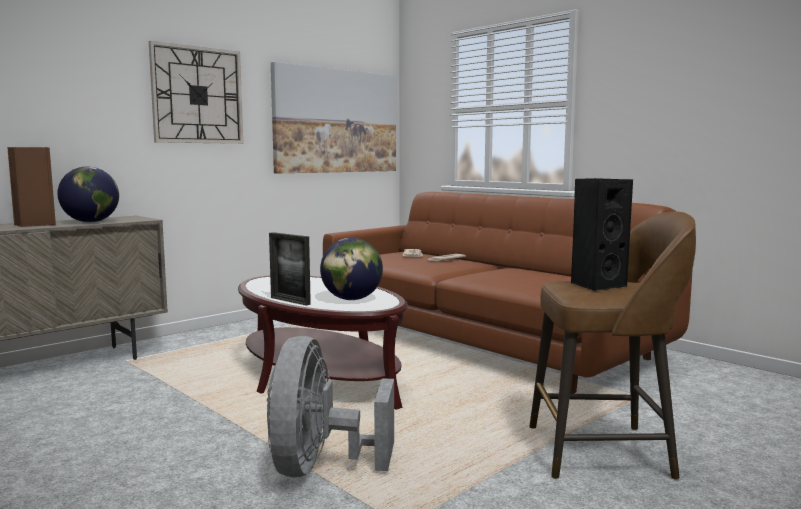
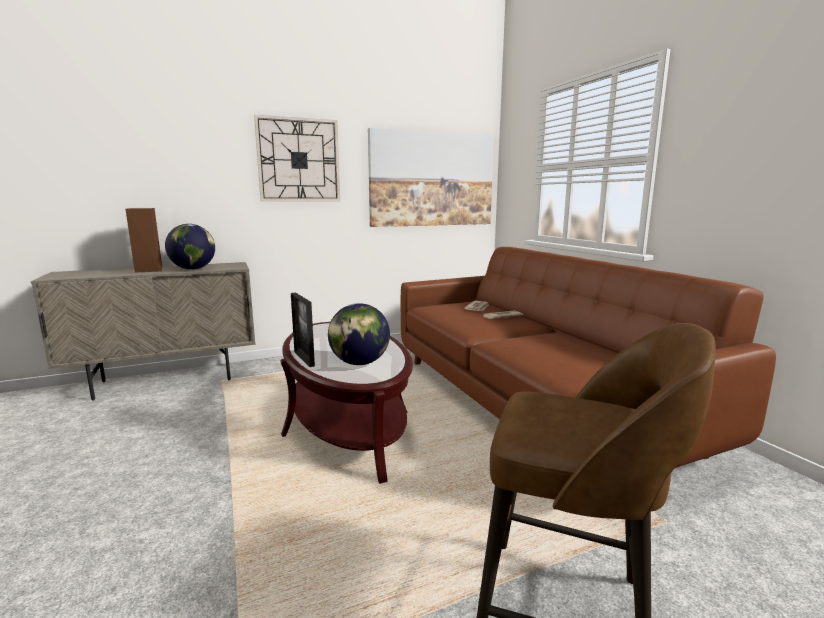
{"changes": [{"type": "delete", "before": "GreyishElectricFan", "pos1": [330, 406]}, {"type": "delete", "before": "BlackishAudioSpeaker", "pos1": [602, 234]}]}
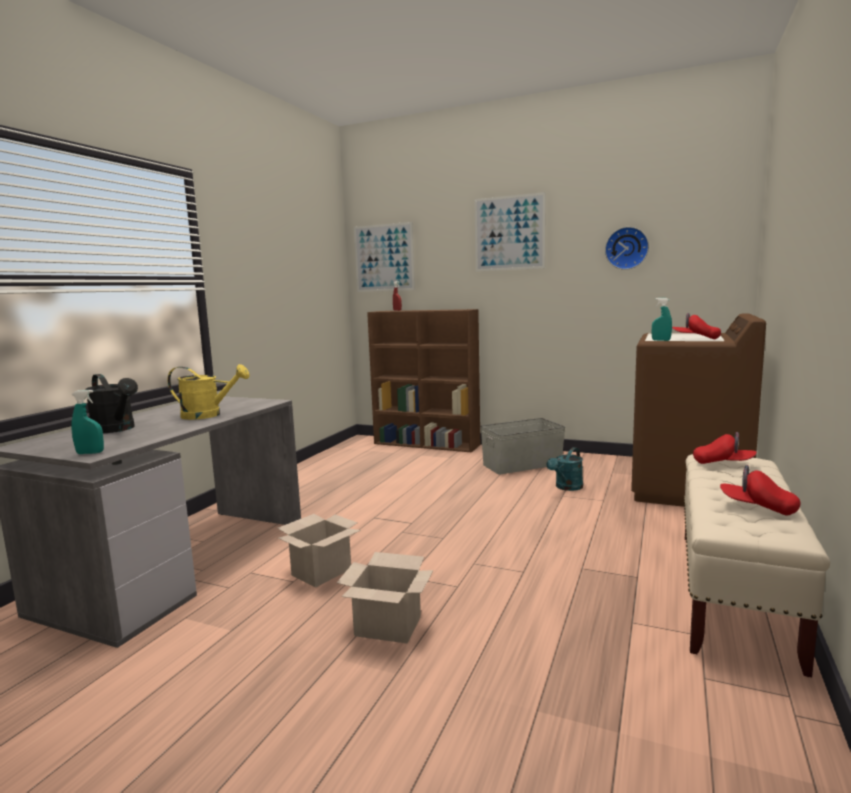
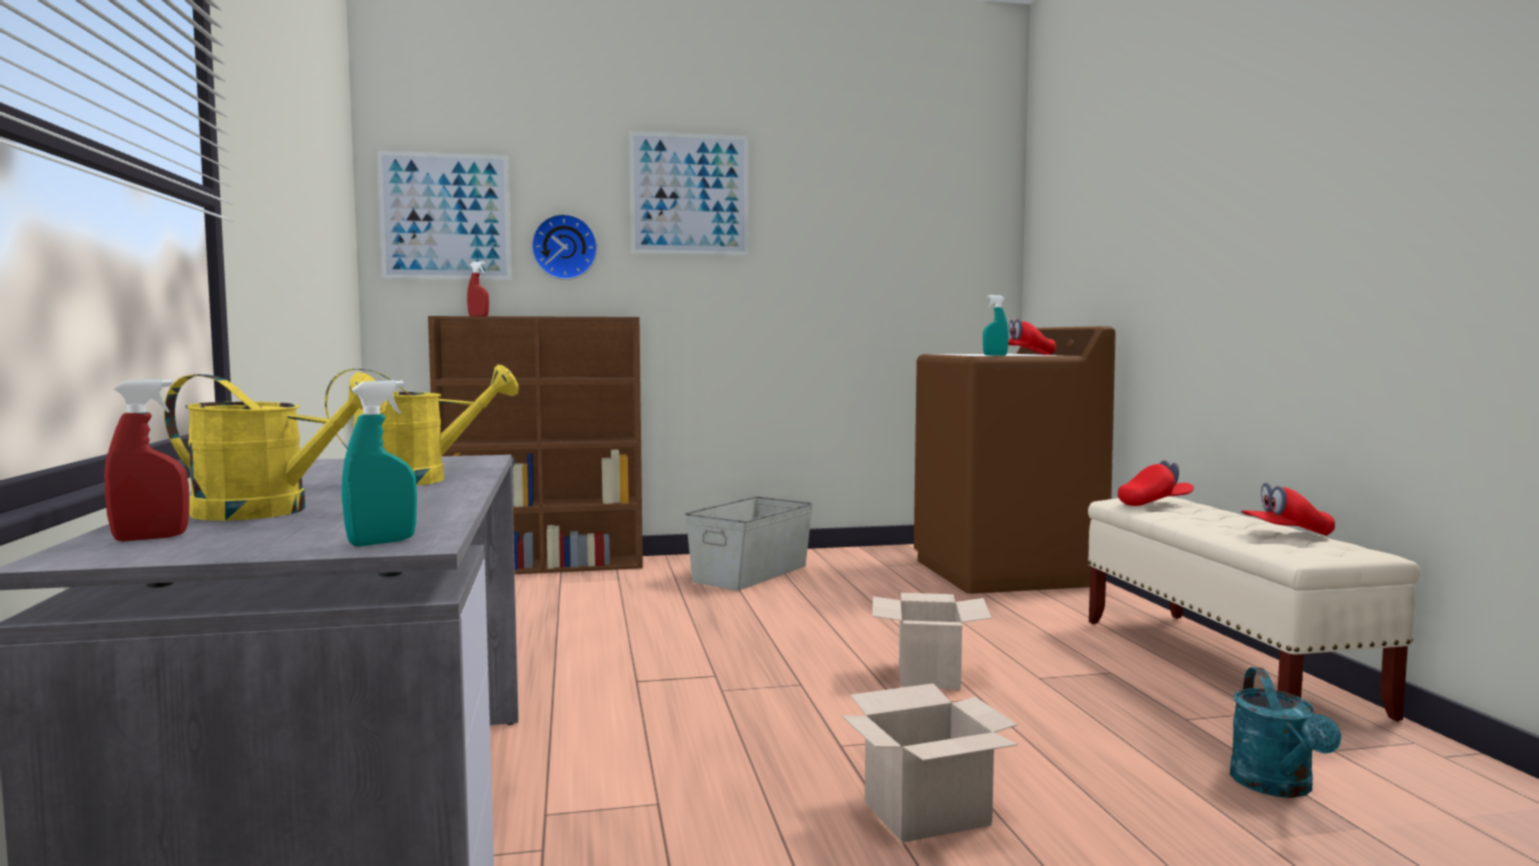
{"changes": [{"type": "recolor", "before": "BlackishWateringCan", "after": "YellowColouredWateringCan", "pos1": [111, 403], "pos2": [275, 446]}, {"type": "move", "before": "CardboardBox", "pos1": [319, 551], "pos2": [931, 641]}, {"type": "move", "before": "TurquoiseColouredWateringCan", "pos1": [565, 469], "pos2": [1285, 732]}, {"type": "move", "before": "ClockOnTheWall", "pos1": [627, 248], "pos2": [564, 247]}, {"type": "insert", "after": "RedSprayBottle", "pos2": [146, 460]}]}
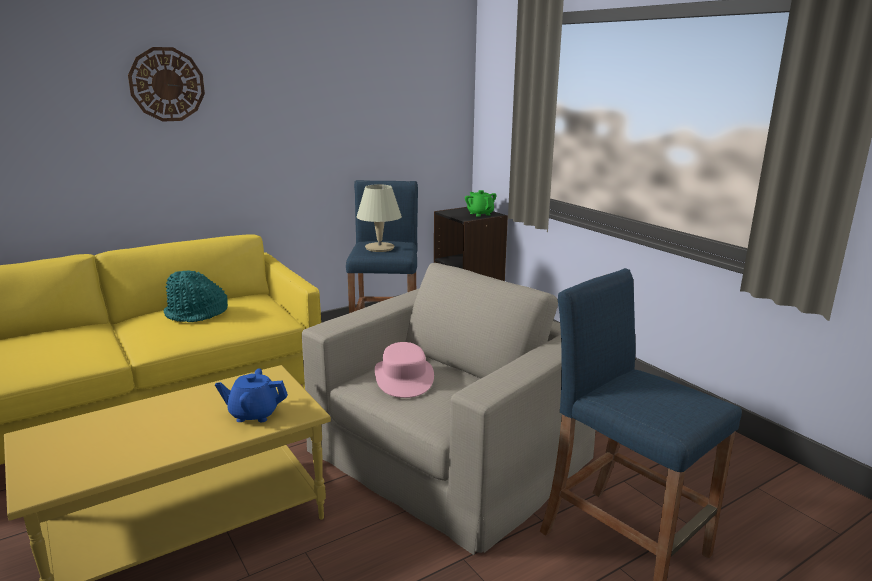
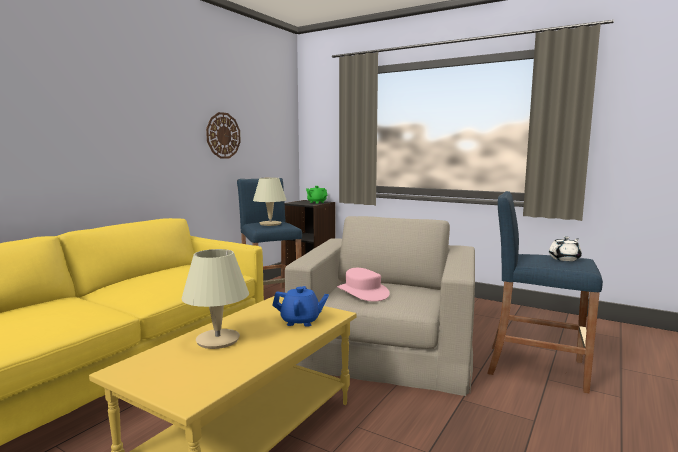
{"changes": [{"type": "move", "before": "ClockOnTheWall", "pos1": [166, 84], "pos2": [223, 135]}, {"type": "delete", "before": "TurquoiseColouredHat", "pos1": [196, 296]}, {"type": "rotate", "before": "BlueColouredPotForTea", "pos1": [251, 395], "pos2": [300, 306], "turn": -150}, {"type": "insert", "after": "BeigeColouredTabletopLamp", "pos2": [215, 299]}, {"type": "insert", "after": "WhitePotForTea", "pos2": [565, 248]}]}
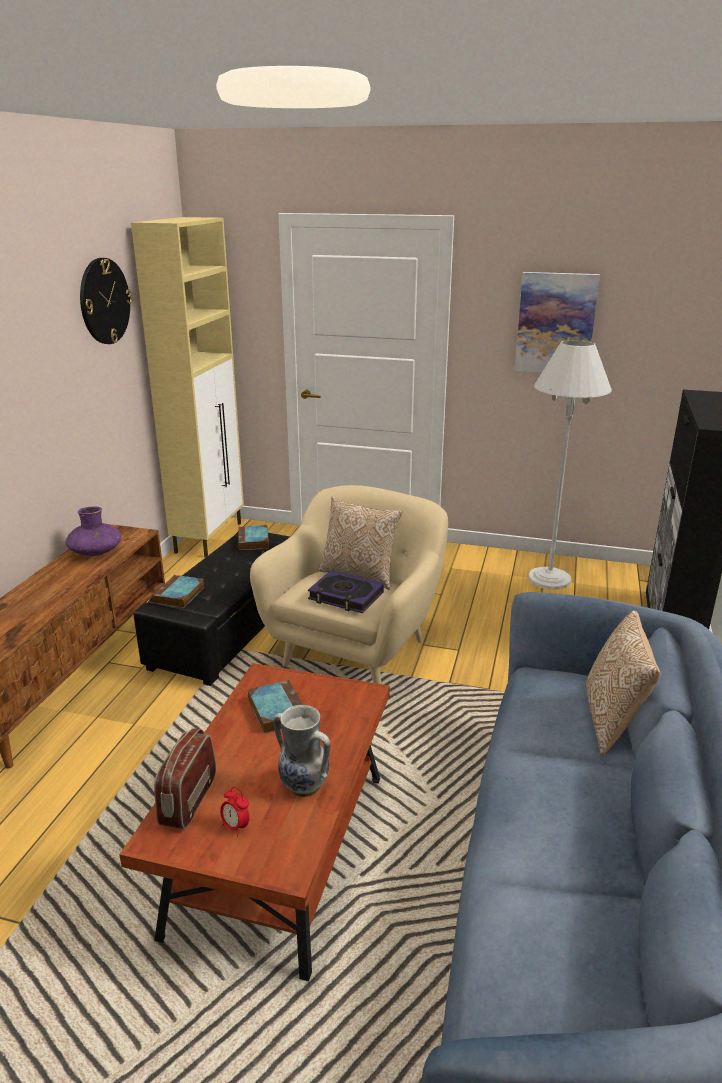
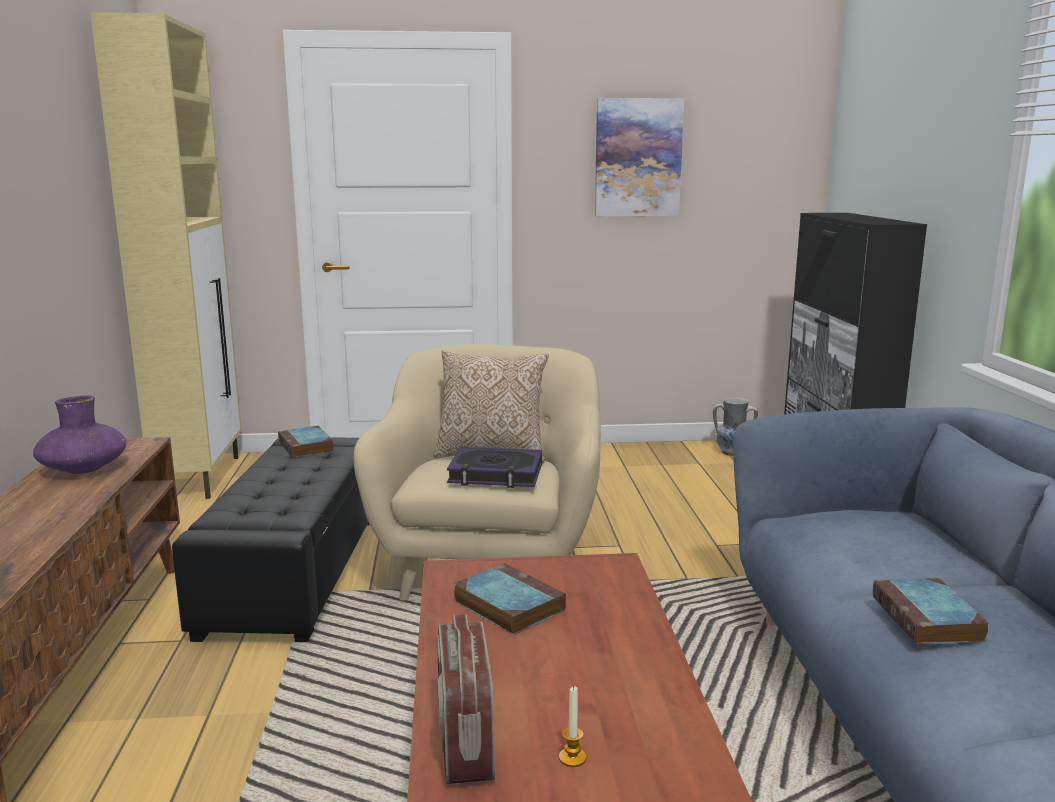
{"changes": [{"type": "delete", "before": "ClockOnTheWall", "pos1": [106, 301]}, {"type": "move", "before": "Volume", "pos1": [178, 591], "pos2": [931, 611]}, {"type": "replace", "before": "BedsideClock", "after": "Candle", "pos1": [235, 812], "pos2": [573, 726]}, {"type": "move", "before": "DecorativeVase", "pos1": [302, 751], "pos2": [735, 426]}, {"type": "delete", "before": "WhiteStandardLamp", "pos1": [570, 464]}, {"type": "delete", "before": "Pillow", "pos1": [623, 683]}]}
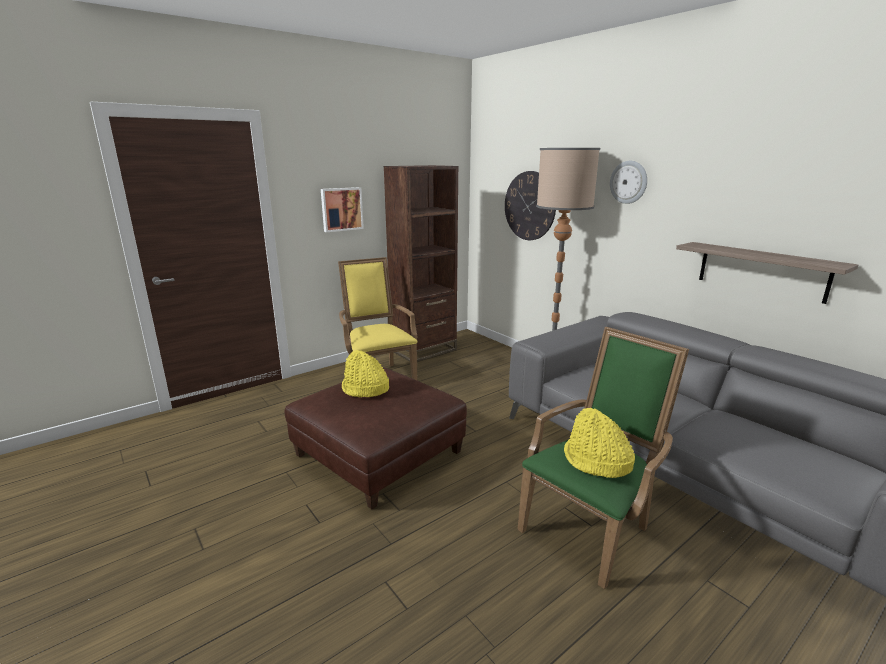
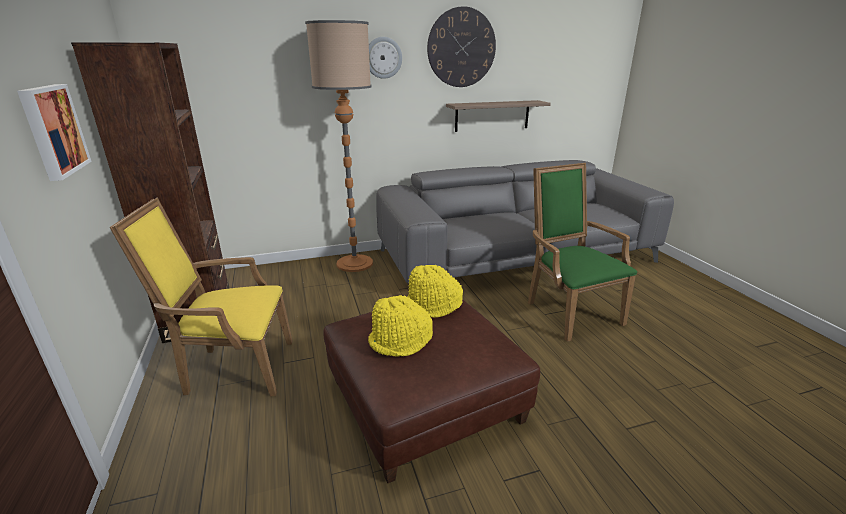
{"changes": [{"type": "move", "before": "ClockOnTheWall", "pos1": [530, 205], "pos2": [461, 46]}, {"type": "move", "before": "YellowColouredHat", "pos1": [599, 443], "pos2": [435, 291]}]}
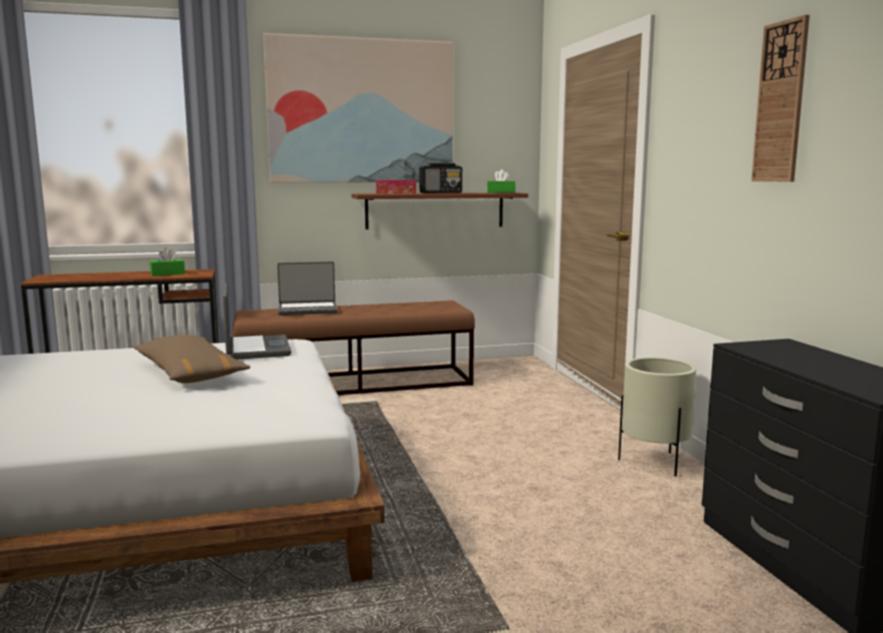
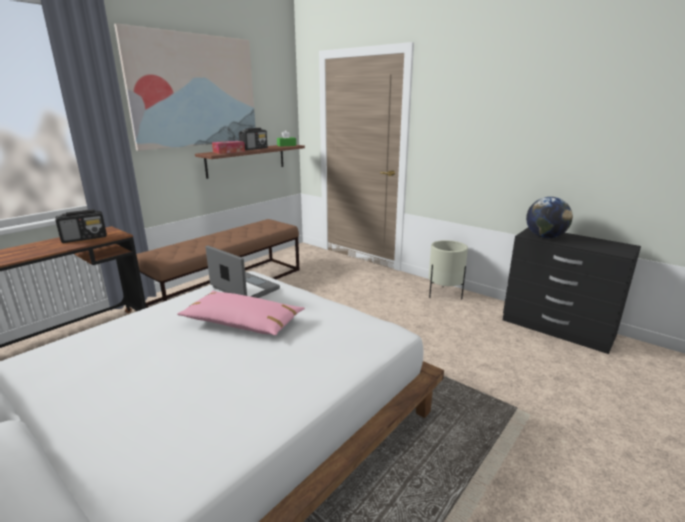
{"changes": [{"type": "recolor", "before": "BrownishPillow", "after": "PinkColouredPillow", "pos1": [192, 359], "pos2": [241, 313]}, {"type": "replace", "before": "GreenishTissueHolder", "after": "RadioSet", "pos1": [167, 262], "pos2": [81, 226]}, {"type": "delete", "before": "Laptop", "pos1": [307, 288]}, {"type": "delete", "before": "ClockOnTheWall", "pos1": [780, 98]}, {"type": "insert", "after": "Globe", "pos2": [549, 217]}]}
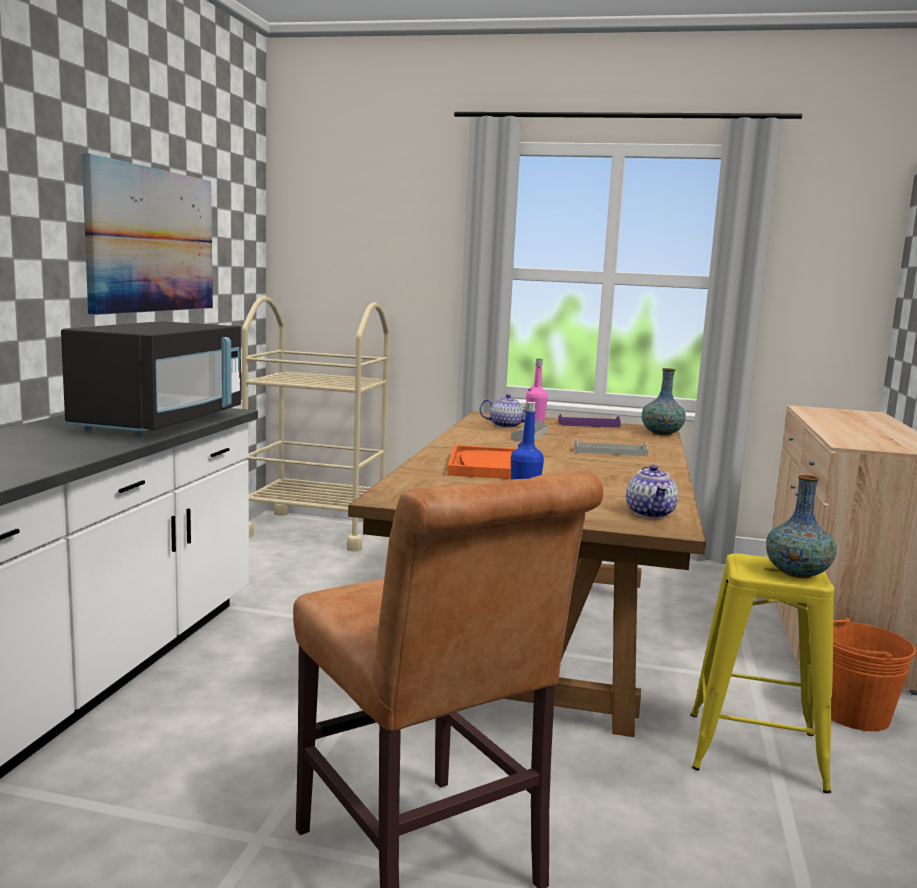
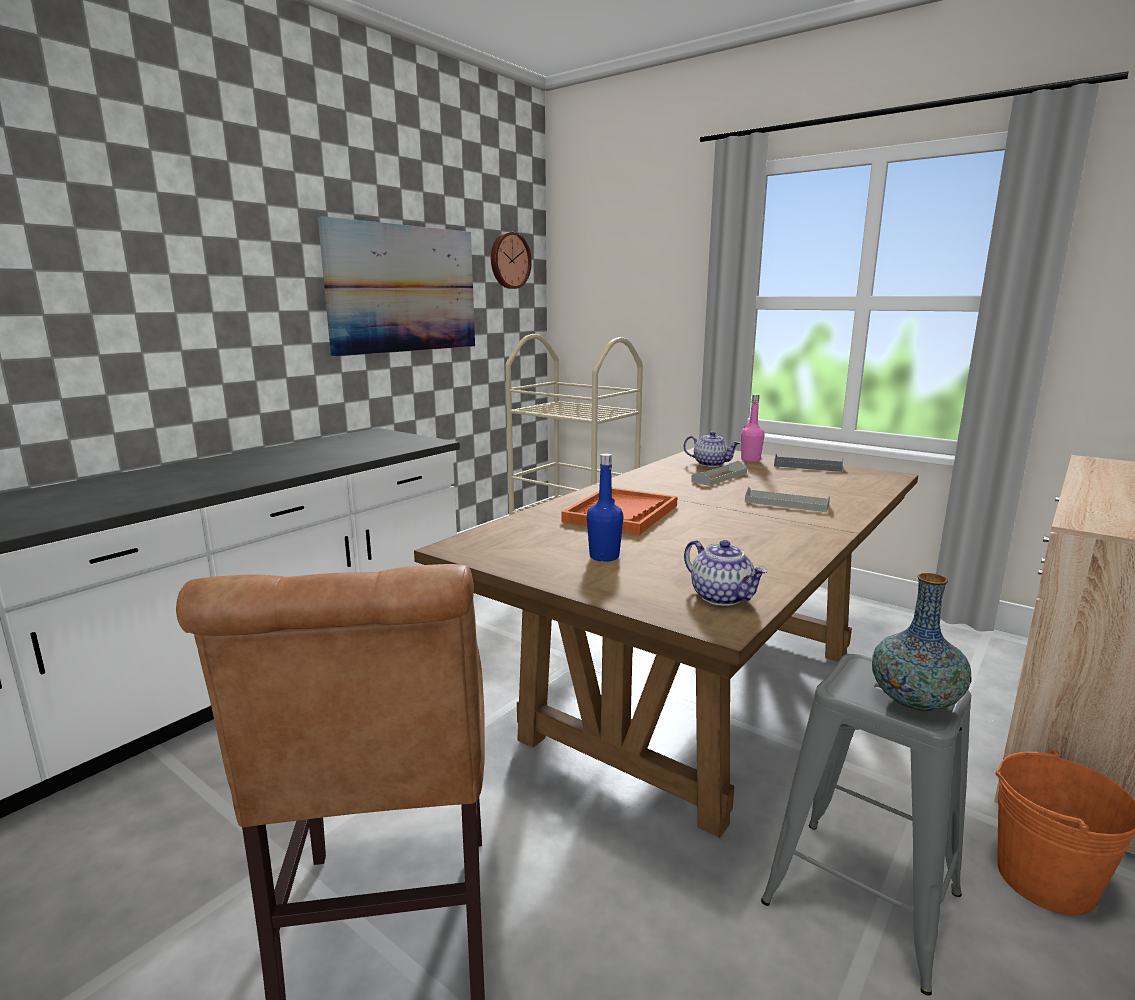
{"changes": [{"type": "delete", "before": "BlackishMicrowaveOven", "pos1": [151, 378]}, {"type": "recolor", "before": "PurplishTray", "after": "GreyishTray", "pos1": [589, 421], "pos2": [808, 462]}, {"type": "rotate", "before": "PotForTea", "pos1": [652, 491], "pos2": [726, 573], "turn": -60}, {"type": "delete", "before": "DecorativeVase", "pos1": [664, 402]}, {"type": "recolor", "before": "YellowColouredStool", "after": "GreyishStool", "pos1": [762, 673], "pos2": [866, 825]}, {"type": "insert", "after": "ClockOnTheWall", "pos2": [511, 260]}]}
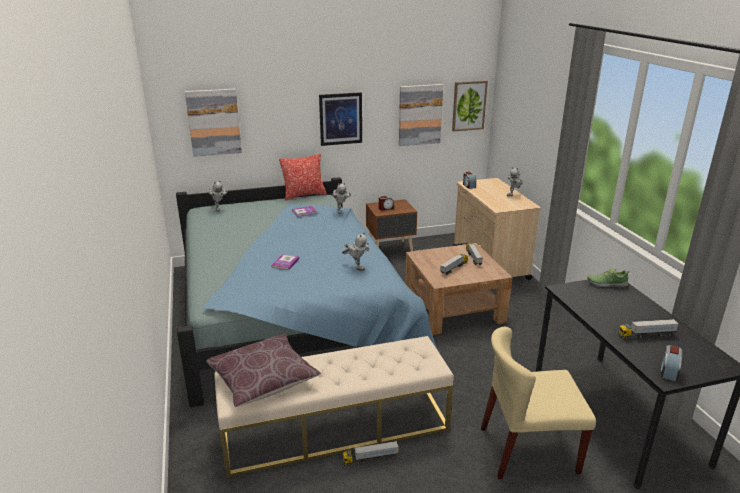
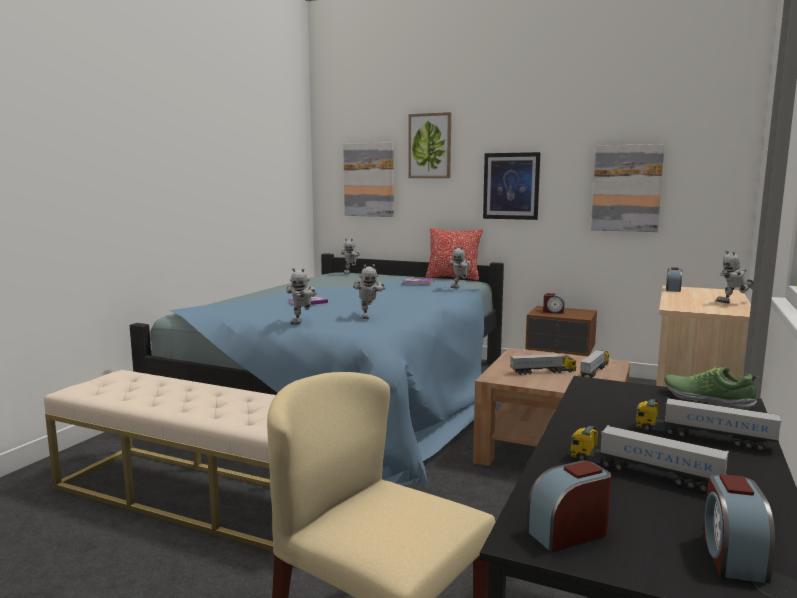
{"changes": [{"type": "delete", "before": "BrownishPillow", "pos1": [263, 370]}, {"type": "move", "before": "ToyTruck", "pos1": [371, 453], "pos2": [708, 424]}, {"type": "move", "before": "Picture", "pos1": [470, 106], "pos2": [429, 145]}, {"type": "insert", "after": "RobotFigure", "pos2": [302, 296]}, {"type": "insert", "after": "BedsideClock", "pos2": [739, 529]}]}
